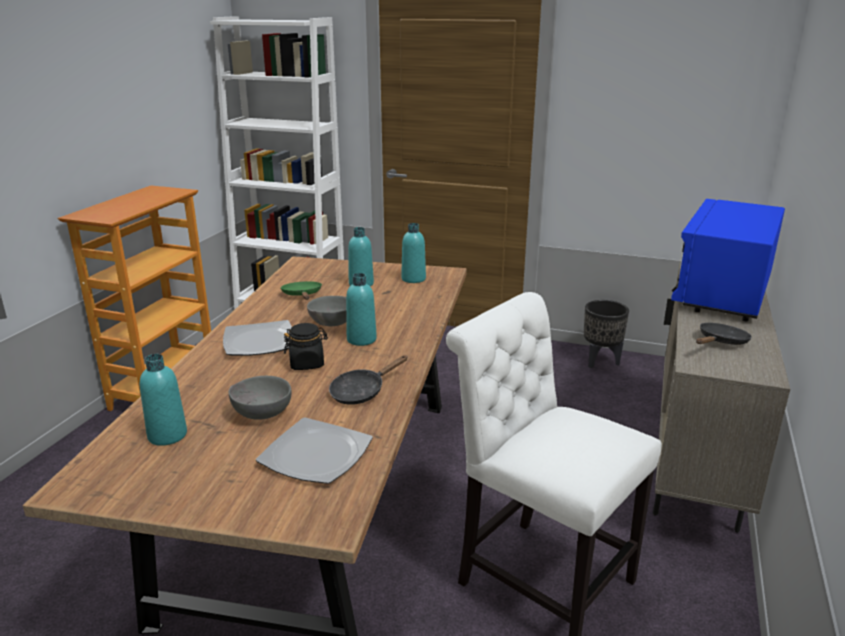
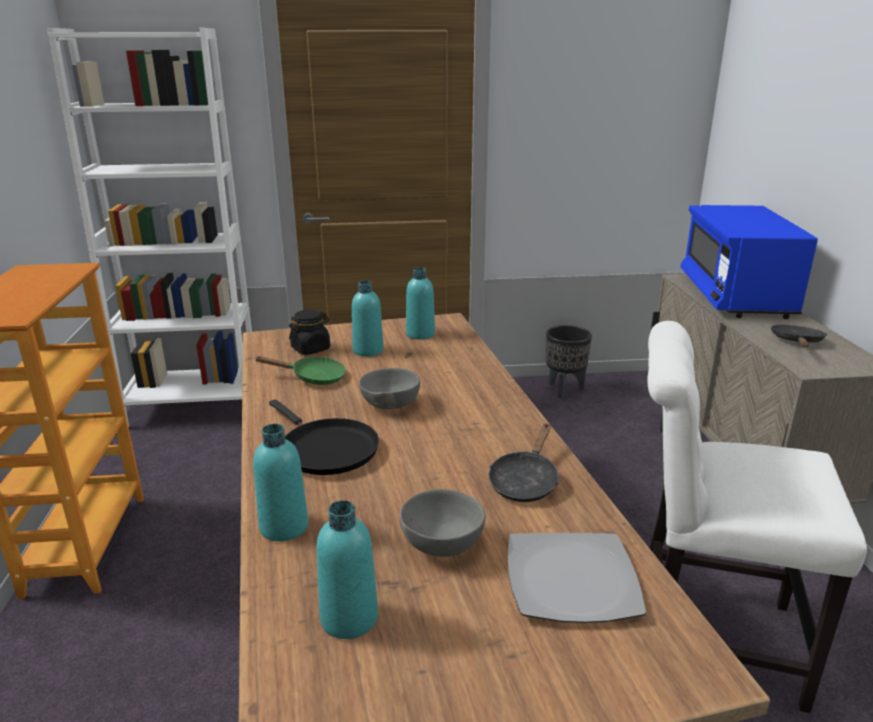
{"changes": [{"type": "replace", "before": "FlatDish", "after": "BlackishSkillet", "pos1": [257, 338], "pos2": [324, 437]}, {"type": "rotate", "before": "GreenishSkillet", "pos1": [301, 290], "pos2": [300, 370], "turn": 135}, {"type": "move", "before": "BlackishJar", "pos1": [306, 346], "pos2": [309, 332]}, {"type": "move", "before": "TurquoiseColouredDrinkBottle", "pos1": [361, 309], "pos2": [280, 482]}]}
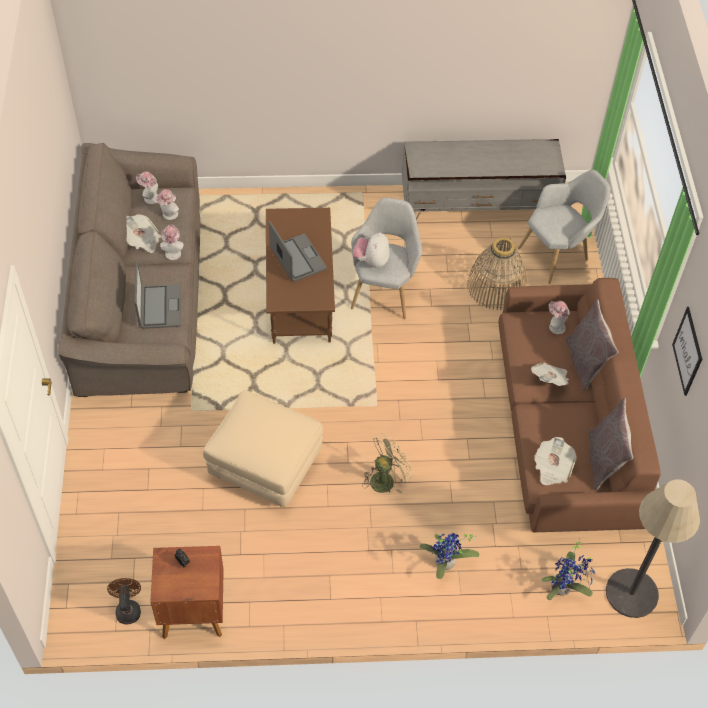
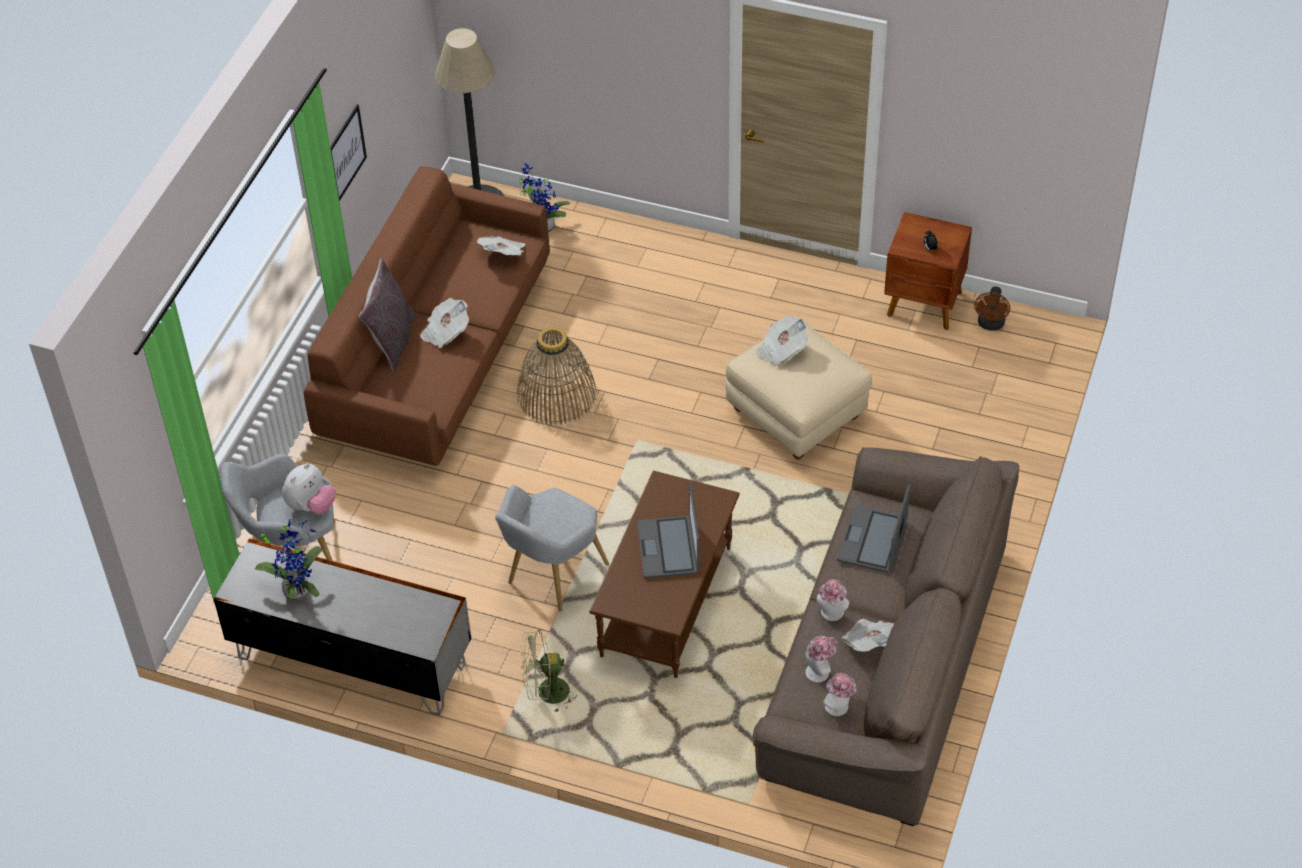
{"changes": [{"type": "move", "before": "CuddlyToy", "pos1": [371, 250], "pos2": [309, 488]}, {"type": "move", "before": "GreenishElectricFan", "pos1": [387, 463], "pos2": [548, 671]}, {"type": "move", "before": "Houseplant", "pos1": [449, 556], "pos2": [288, 559]}, {"type": "move", "before": "Basket", "pos1": [496, 274], "pos2": [556, 376]}, {"type": "delete", "before": "Hat", "pos1": [559, 317]}, {"type": "delete", "before": "GreyishPillow", "pos1": [611, 444]}, {"type": "insert", "after": "Newspaper", "pos2": [782, 340]}]}
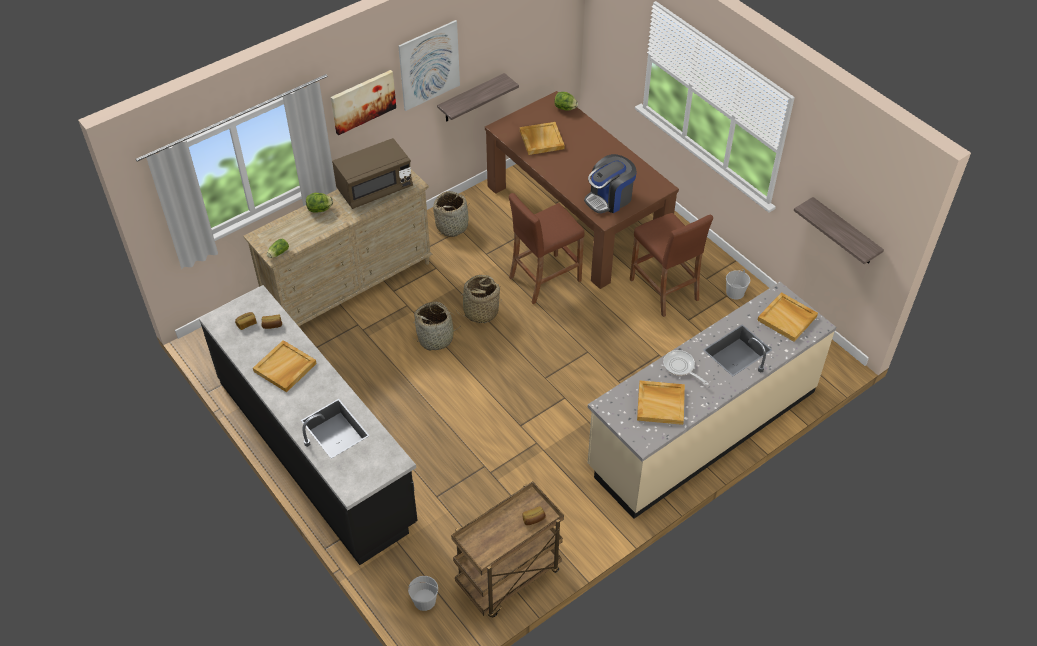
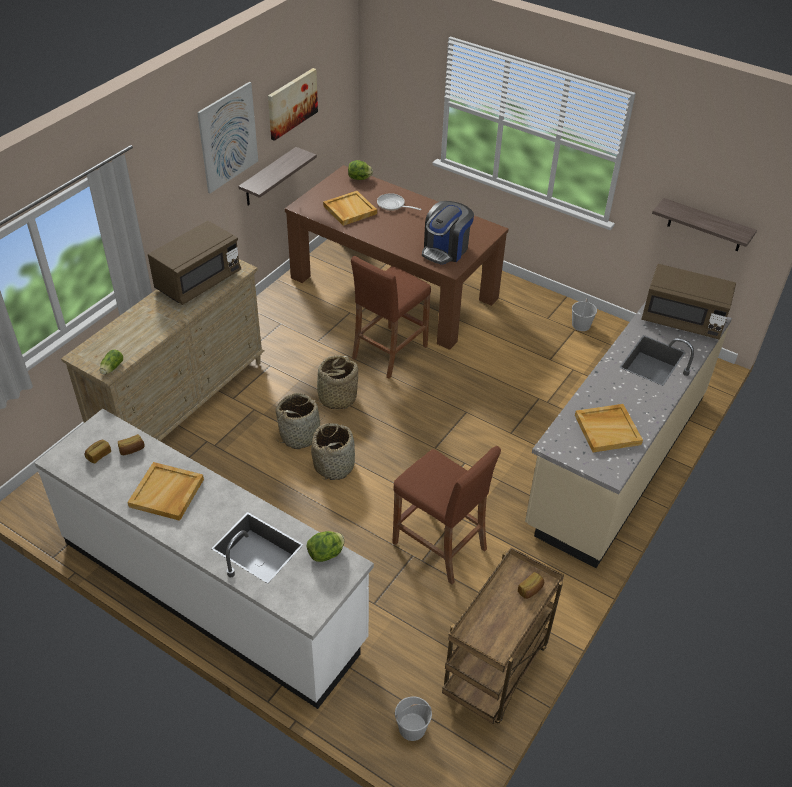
{"changes": [{"type": "recolor", "before": "BlackishKitchenCounter", "after": "WhiteKitchenCounter", "pos1": [308, 425], "pos2": [204, 559]}, {"type": "move", "before": "HeadOfLettuce", "pos1": [319, 203], "pos2": [326, 546]}, {"type": "move", "before": "Picture", "pos1": [363, 102], "pos2": [293, 104]}, {"type": "move", "before": "Basket", "pos1": [451, 214], "pos2": [333, 451]}, {"type": "move", "before": "BrownishStool", "pos1": [671, 265], "pos2": [447, 515]}, {"type": "move", "before": "Skillet", "pos1": [686, 367], "pos2": [399, 202]}, {"type": "replace", "before": "BeigeColouredTray", "after": "BrownishMicrowaveOven", "pos1": [787, 317], "pos2": [688, 302]}]}
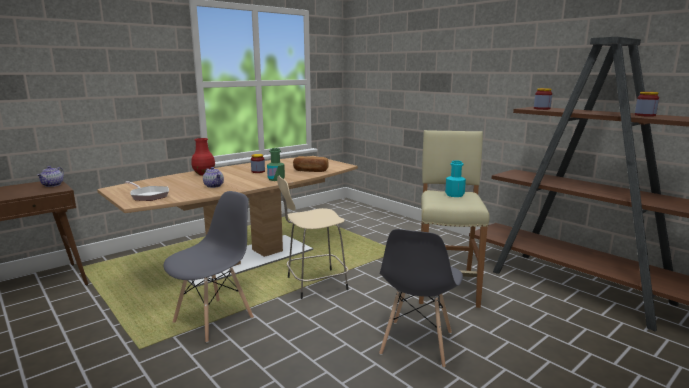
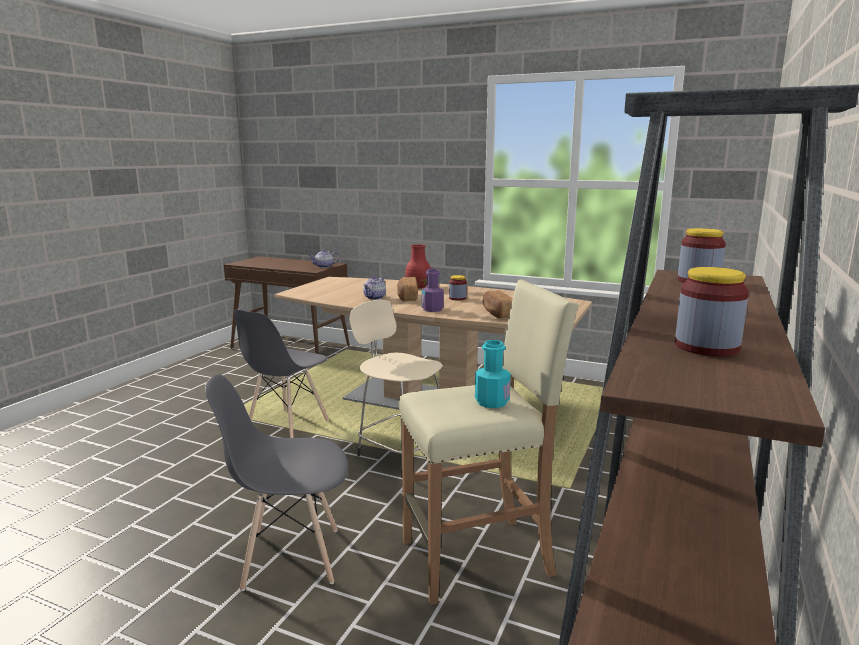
{"changes": [{"type": "delete", "before": "Skillet", "pos1": [147, 191]}, {"type": "rotate", "before": "GreyishChair", "pos1": [208, 267], "pos2": [281, 374], "turn": 105}, {"type": "recolor", "before": "GreenishDrinkBottle", "after": "PurplishDrinkBottle", "pos1": [276, 164], "pos2": [433, 290]}, {"type": "insert", "after": "Bread", "pos2": [407, 289]}]}
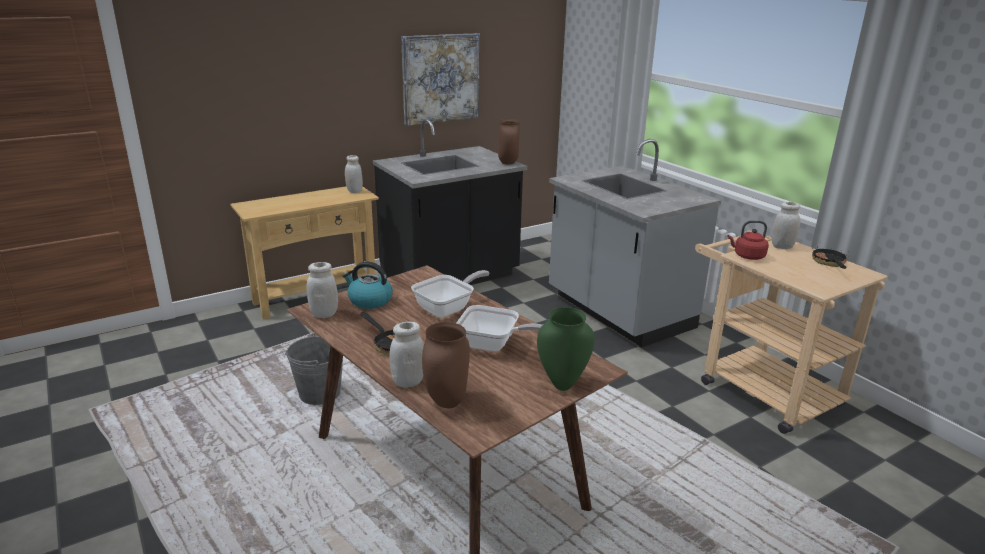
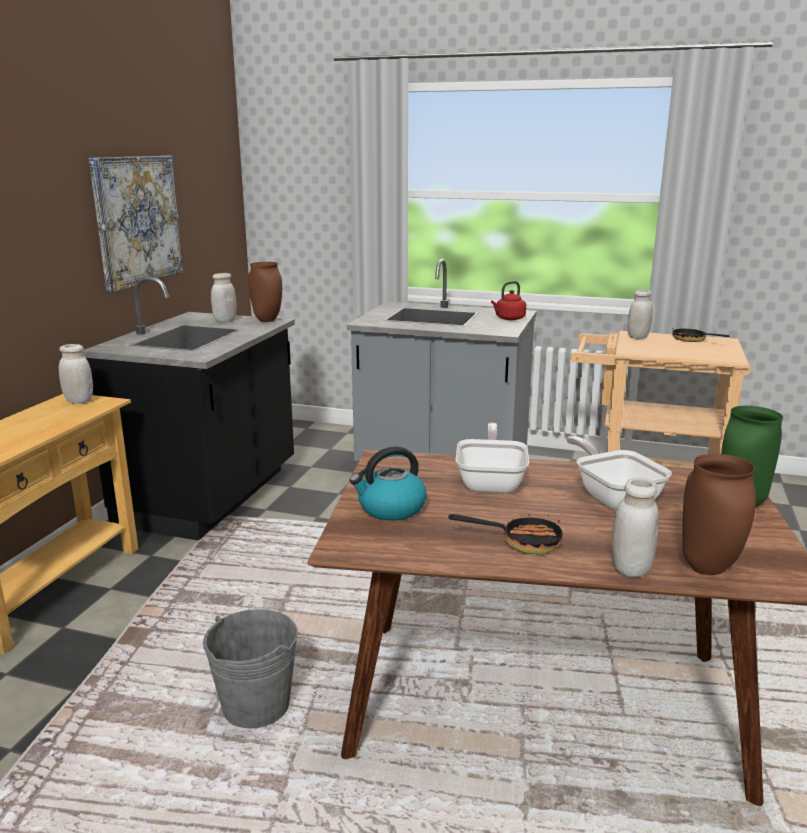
{"changes": [{"type": "move", "before": "WhiteJar", "pos1": [322, 290], "pos2": [224, 297]}, {"type": "rotate", "before": "Skillet", "pos1": [499, 328], "pos2": [619, 473], "turn": -90}, {"type": "move", "before": "RedKettle", "pos1": [748, 240], "pos2": [508, 300]}]}
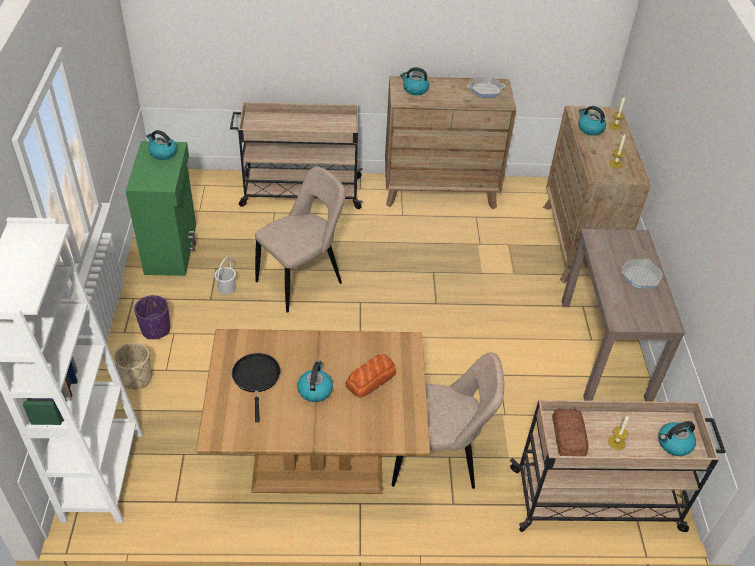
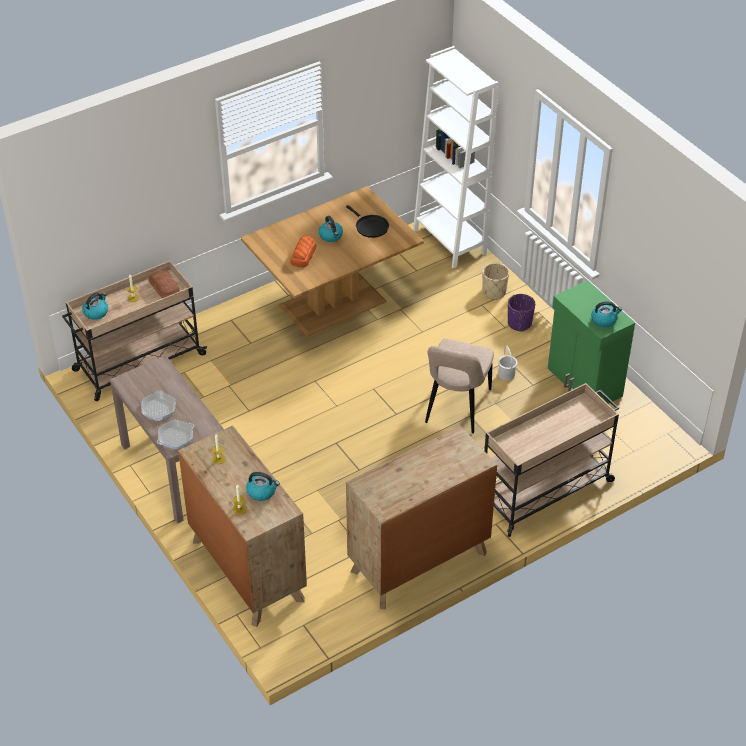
{"changes": [{"type": "delete", "before": "BeigeColouredChair", "pos1": [448, 421]}, {"type": "delete", "before": "Kettle", "pos1": [414, 81]}, {"type": "move", "before": "Skillet", "pos1": [486, 87], "pos2": [175, 434]}]}
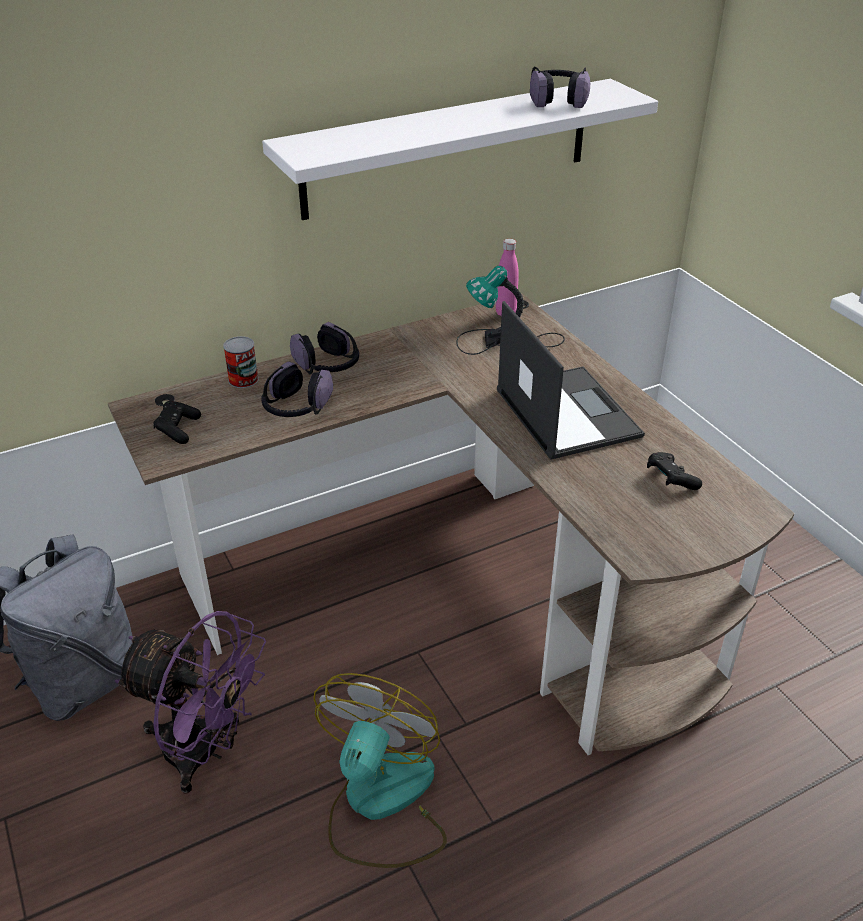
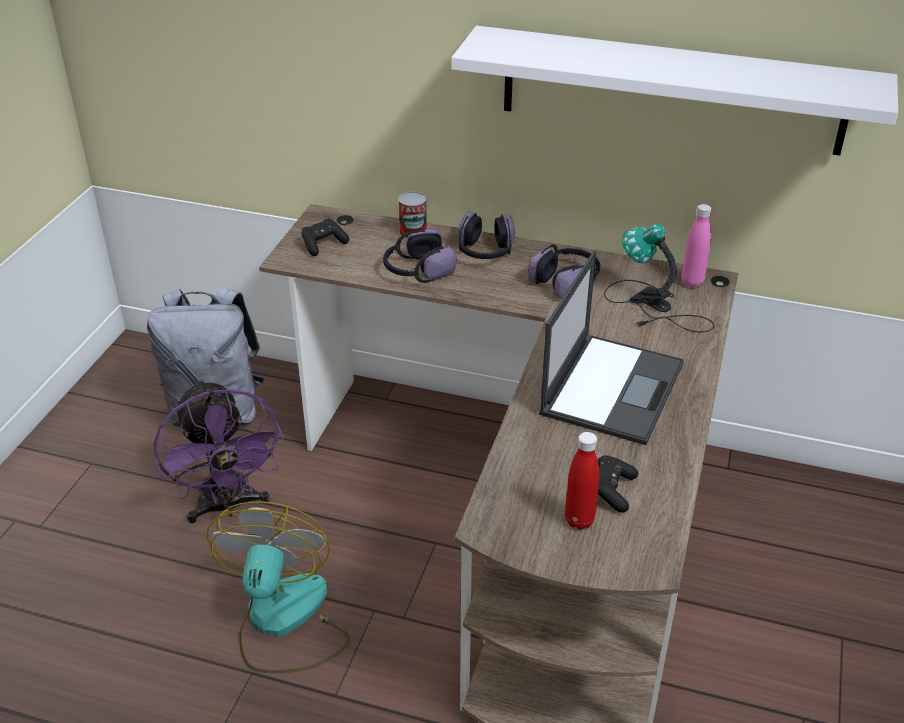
{"changes": [{"type": "rotate", "before": "ElectricFan", "pos1": [380, 770], "pos2": [278, 587], "turn": -60}, {"type": "move", "before": "Headphones", "pos1": [560, 87], "pos2": [564, 271]}, {"type": "insert", "after": "RedDrinkBottle", "pos2": [582, 481]}]}
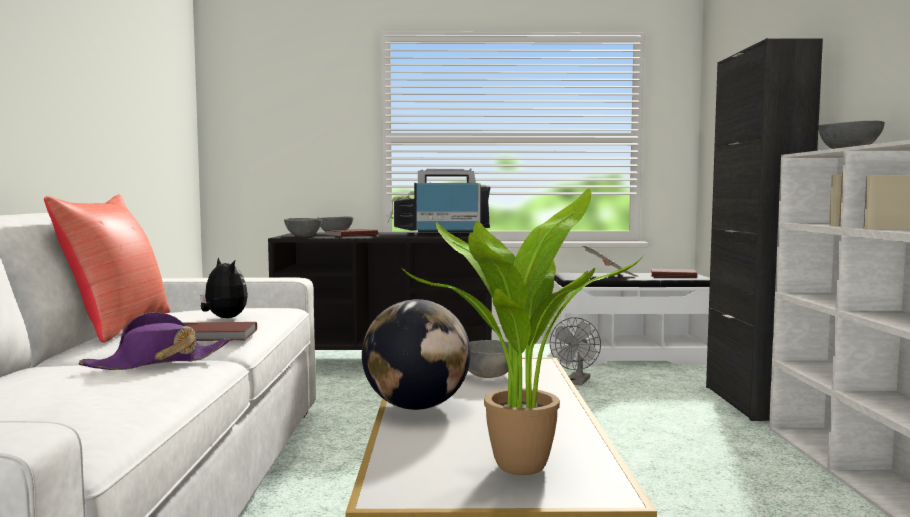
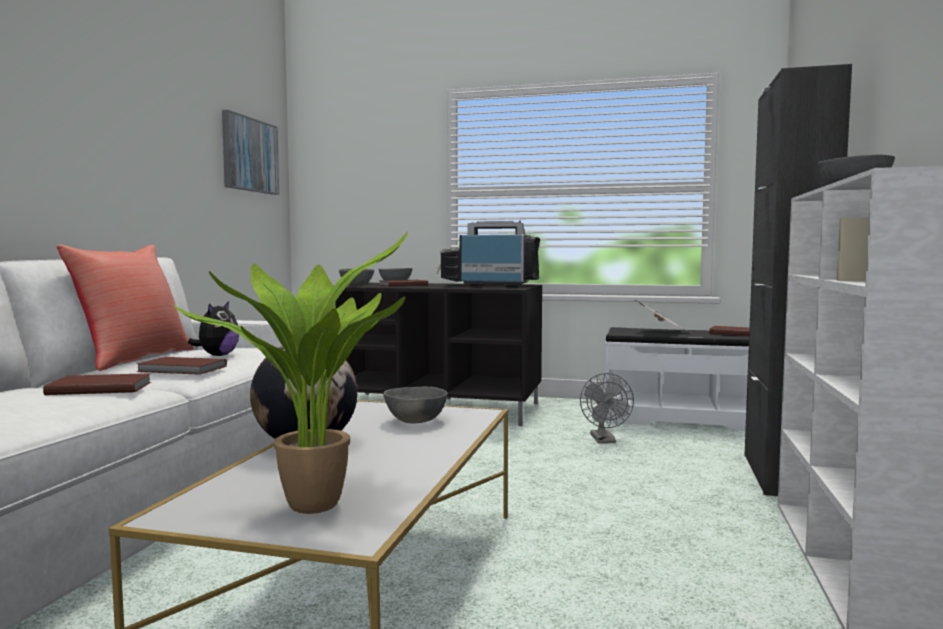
{"changes": [{"type": "replace", "before": "PurplishHat", "after": "BrownishVolume", "pos1": [154, 341], "pos2": [97, 384]}, {"type": "rotate", "before": "CuddlyToy", "pos1": [224, 287], "pos2": [213, 328], "turn": 45}, {"type": "rotate", "before": "GreyishElectricFan", "pos1": [575, 351], "pos2": [607, 408], "turn": -45}, {"type": "insert", "after": "Picture", "pos2": [250, 152]}]}
